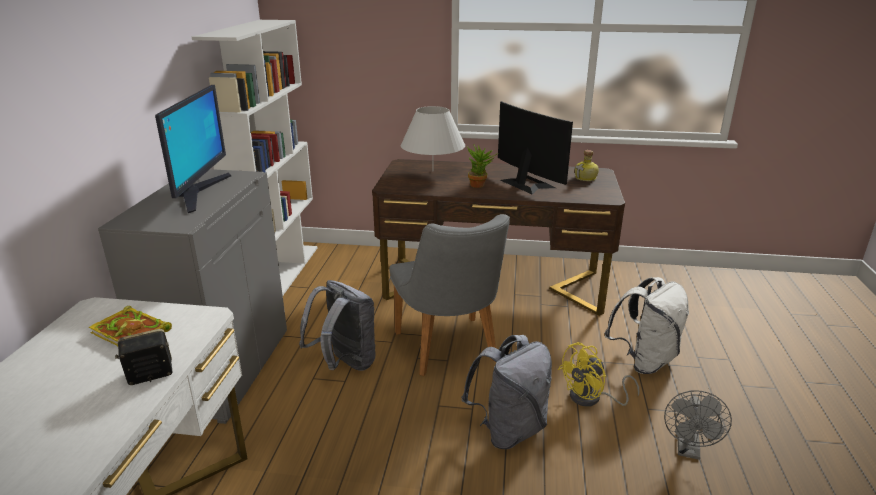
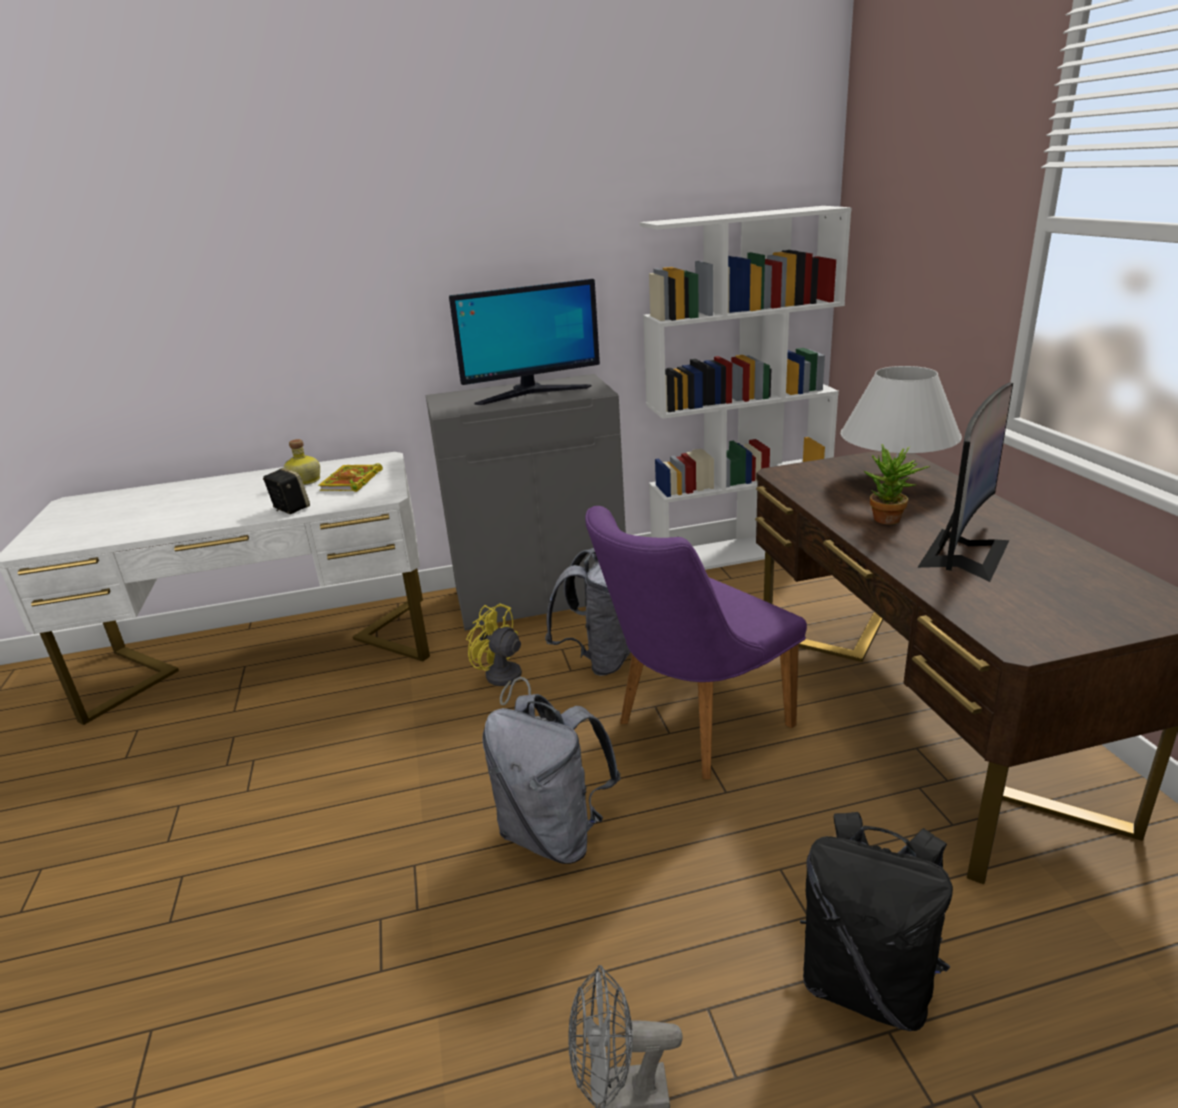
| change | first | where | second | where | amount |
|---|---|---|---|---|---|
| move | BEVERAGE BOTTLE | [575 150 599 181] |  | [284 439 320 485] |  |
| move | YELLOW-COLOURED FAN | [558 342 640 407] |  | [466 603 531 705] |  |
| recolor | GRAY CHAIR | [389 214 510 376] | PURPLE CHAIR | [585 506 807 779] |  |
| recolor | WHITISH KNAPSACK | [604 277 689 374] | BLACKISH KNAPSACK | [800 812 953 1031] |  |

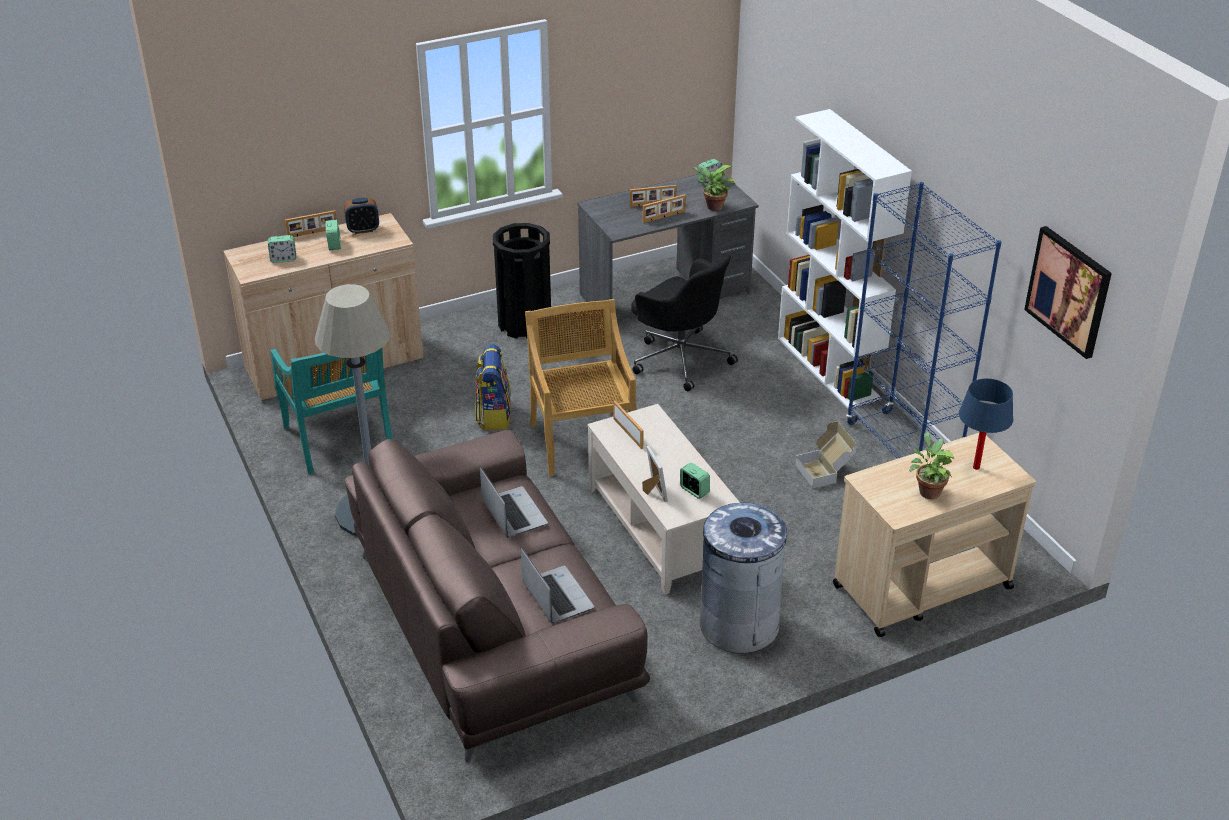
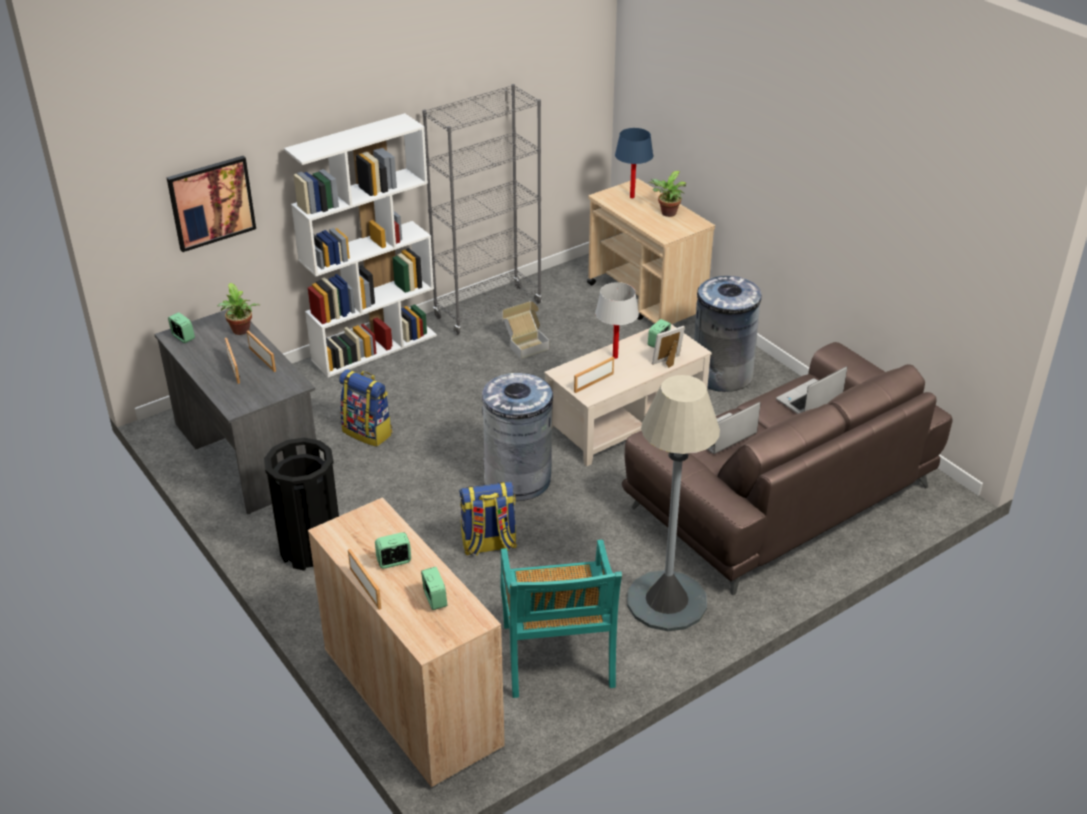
| change | first | where | second | where | amount |
|---|---|---|---|---|---|
| move | WALL PICTURE | [1024 226 1112 359] |  | [167 156 256 252] |  |
| replace | BLACKISH OFFICE CHAIR | [631 255 738 391] | KNAPSACK | [339 369 392 447] |  |
| recolor | BLUE-COLOURED BOOKCASE | [846 182 1001 459] | GRAY BOOKCASE | [422 84 542 335] |  |
| replace | BEIGE-COLOURED CHAIR | [525 299 637 476] | GRAY WASTE BIN | [482 373 553 501] |  |
| rotate | TURQUOISE-COLOURED CHAIR | [270 347 393 474] |  | [500 540 622 698] | 120 degrees clockwise |
| insert |  |  | WHITISH TABLE LAMP | [595 282 639 359] |  |
| delete | TABLE CLOCK | [344 198 379 234] |  |  |  |

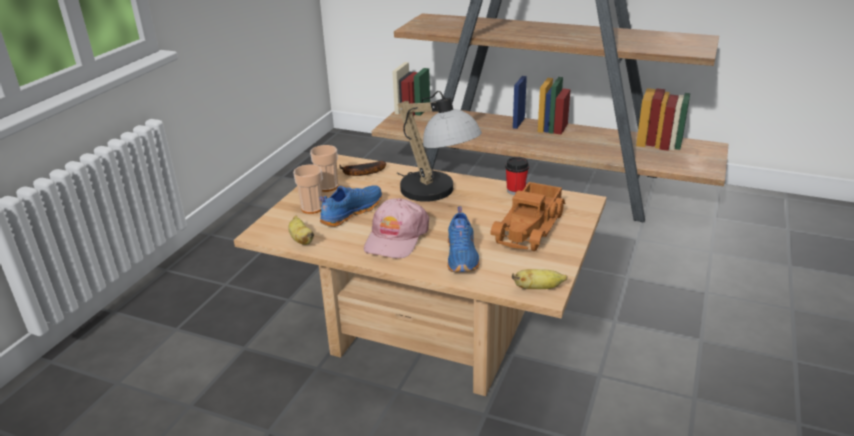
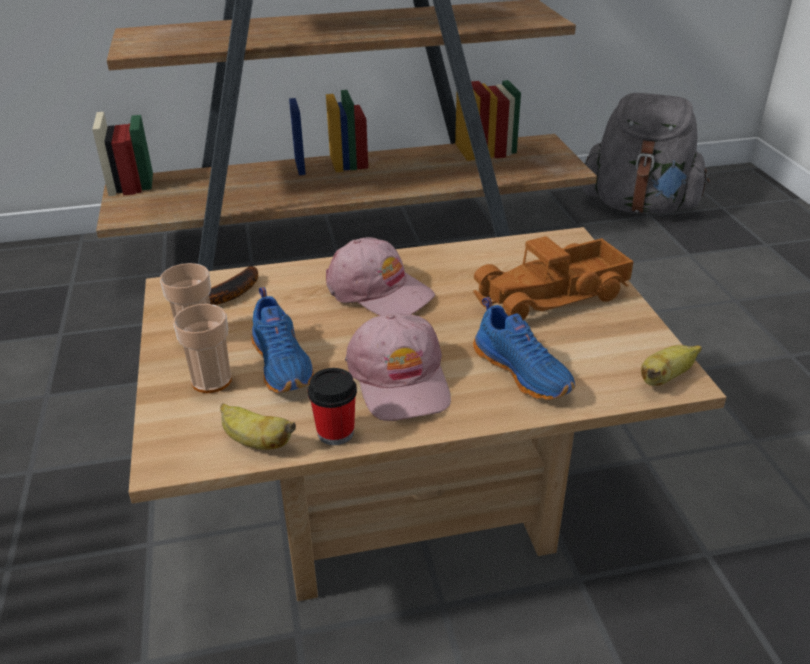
| change | first | where | second | where | amount |
|---|---|---|---|---|---|
| rotate | BLUE-COLOURED LOW SHOE | [319 185 382 227] |  | [251 287 314 393] | 150 degrees clockwise |
| move | DRINKING CUP | [505 157 529 195] |  | [308 368 357 445] |  |
| replace | TABLE LAMP | [397 91 482 202] | PINK-COLOURED PEAKED CAP | [326 237 435 316] |  |
| rotate | TOY LORRY | [490 182 565 251] |  | [473 236 634 320] | 75 degrees clockwise |
| insert |  |  | GRAY KNAPSACK | [583 93 710 214] |  |

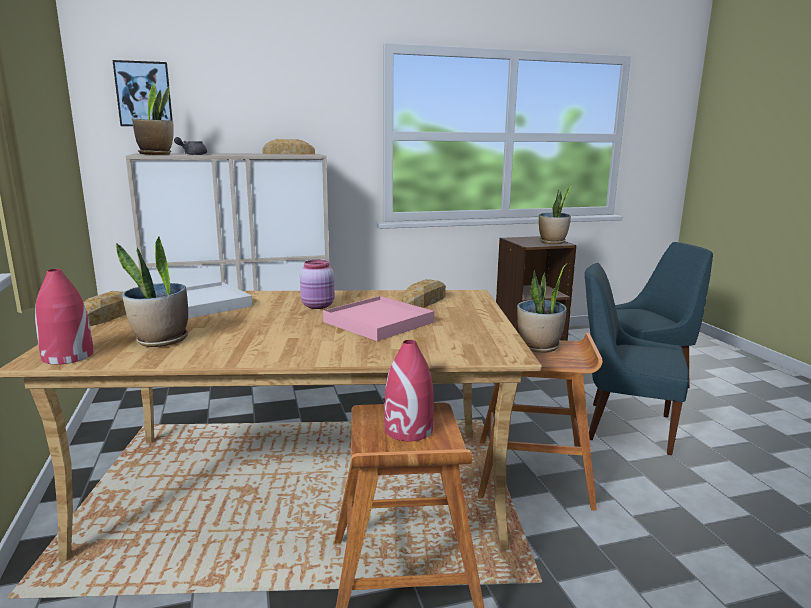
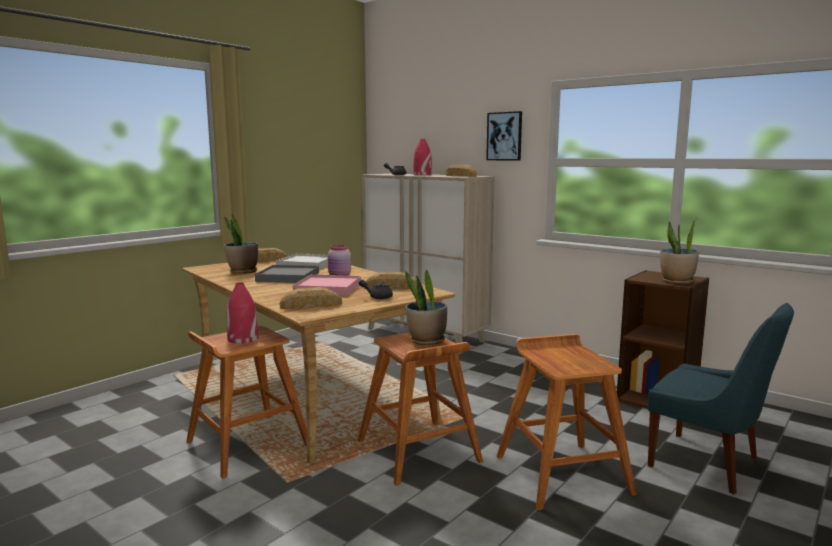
| change | first | where | second | where | amount |
|---|---|---|---|---|---|
| insert |  |  | GRAY TRAY | [255 265 319 283] |  |
| insert |  |  | BAKED BREAD | [280 287 342 309] |  |
| insert |  |  | GRAY TEAPOT | [359 279 393 299] |  |
| move | RED FLOWER VASE | [35 269 94 365] |  | [413 139 432 175] |  |
| move | WALL PICTURE | [113 60 173 126] |  | [486 111 522 161] |  |
| replace | BLUE-COLOURED CHAIR | [585 263 689 455] | BROWN STOOL SEAT | [496 334 637 510] |  |
| delete | PLANT IN A POT | [133 83 173 155] |  |  |  |

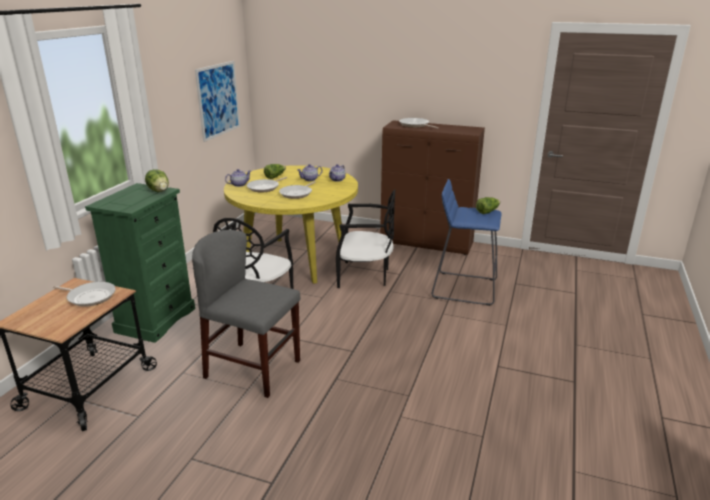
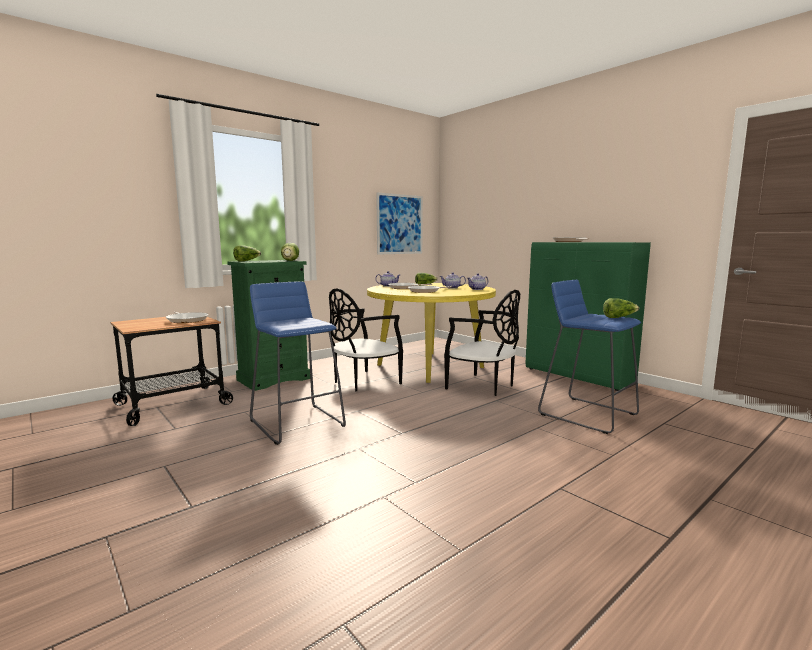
| change | first | where | second | where | amount |
|---|---|---|---|---|---|
| insert |  |  | HEAD OF LETTUCE | [233 245 261 261] |  |
| replace | GRAY CHAIR | [192 230 300 398] | BLUE-COLOURED STOOL SEAT | [250 281 346 445] |  |
| recolor | BROWN CABINET | [380 120 485 255] | GREEN CABINET | [526 242 651 391] |  |

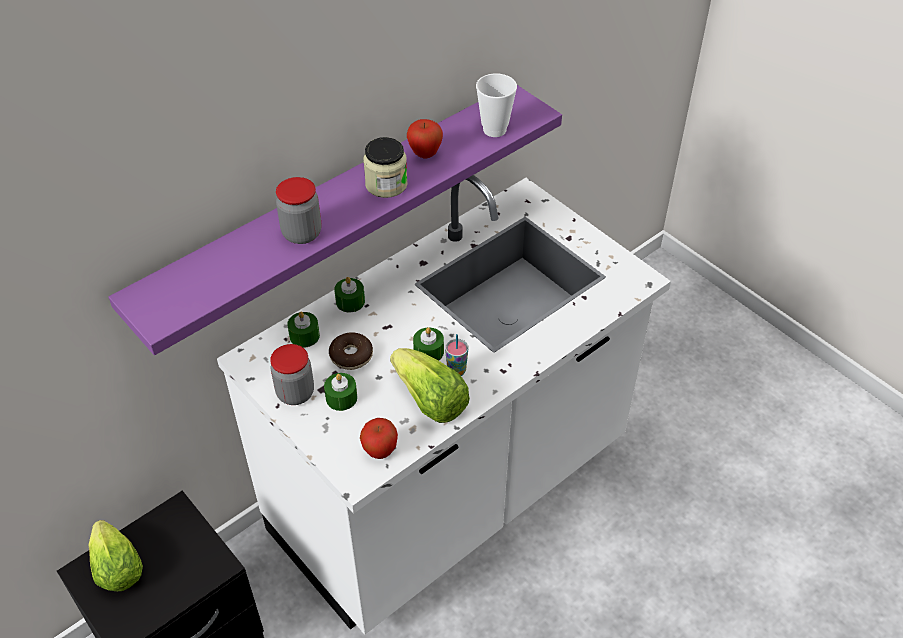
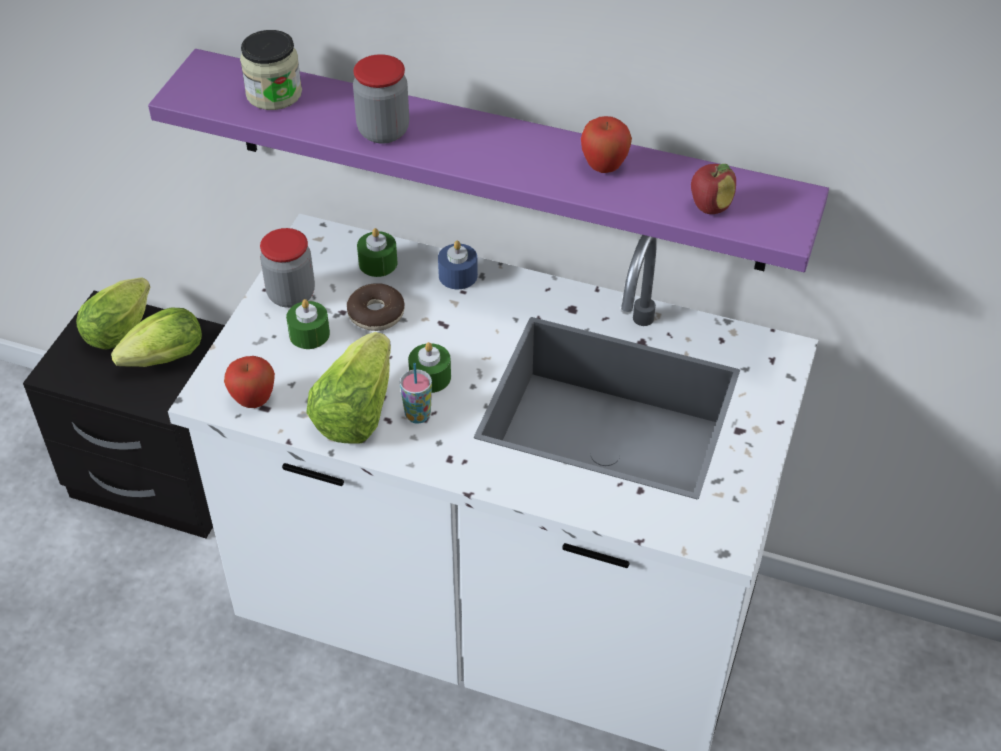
| change | first | where | second | where | amount |
|---|---|---|---|---|---|
| insert |  |  | HEAD OF LETTUCE | [111 307 202 367] |  |
| move | PRESERVE JAR | [363 137 408 198] |  | [240 30 302 110] |  |
| recolor | GREEN WAX LIGHT | [334 277 365 313] | BLUE-COLOURED WAX LIGHT | [438 241 478 289] |  |
| replace | DRINKING CUP | [476 73 517 137] | APPLE FRUIT | [691 164 736 214] |  |

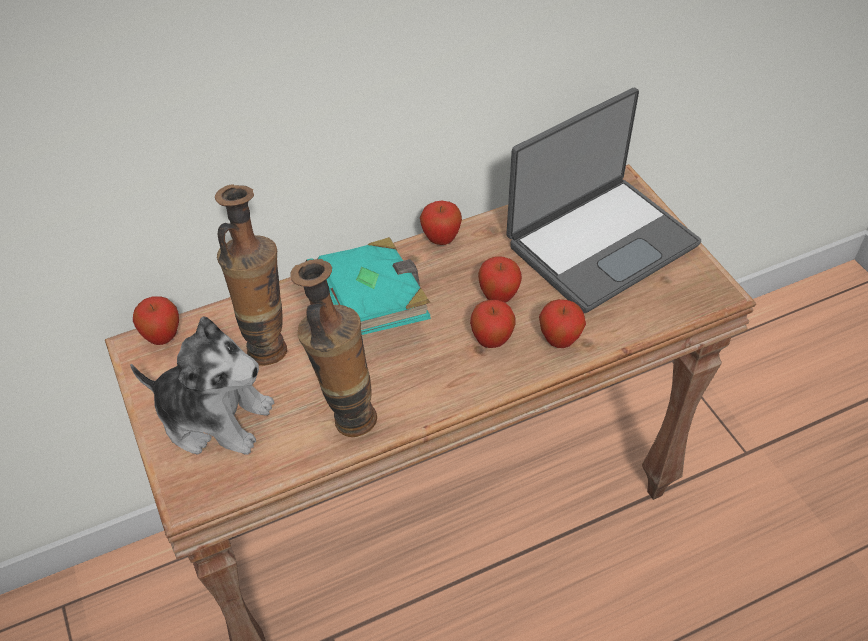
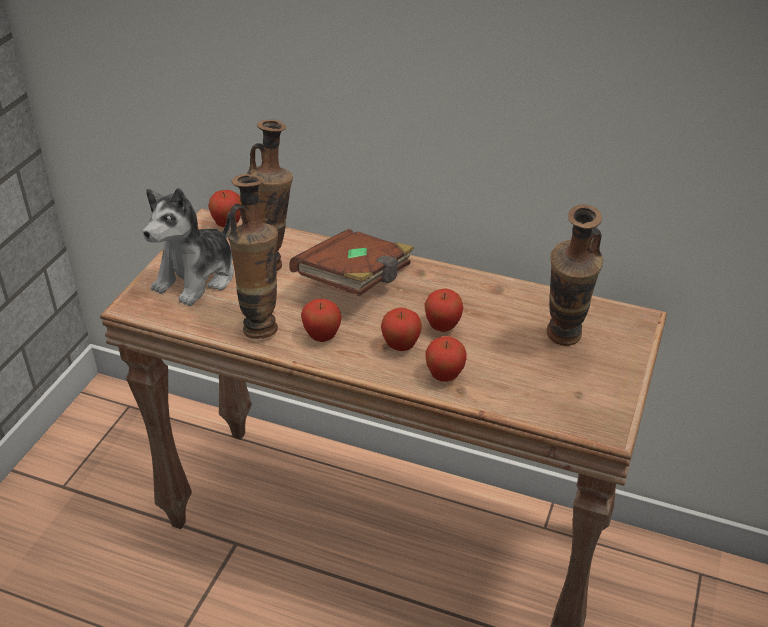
| change | first | where | second | where | amount |
|---|---|---|---|---|---|
| rotate | SOFT TOY | [130 317 274 455] |  | [143 188 234 306] | 60 degrees clockwise |
| recolor | TURQUOISE-COLOURED VOLUME | [305 237 431 335] | BROWN VOLUME | [289 229 414 296] |  |
| move | APPLE FRUIT | [420 201 462 245] |  | [301 299 342 342] |  |
| replace | LAPTOP | [506 88 701 313] | FLOWER VASE | [547 205 603 346] |  |

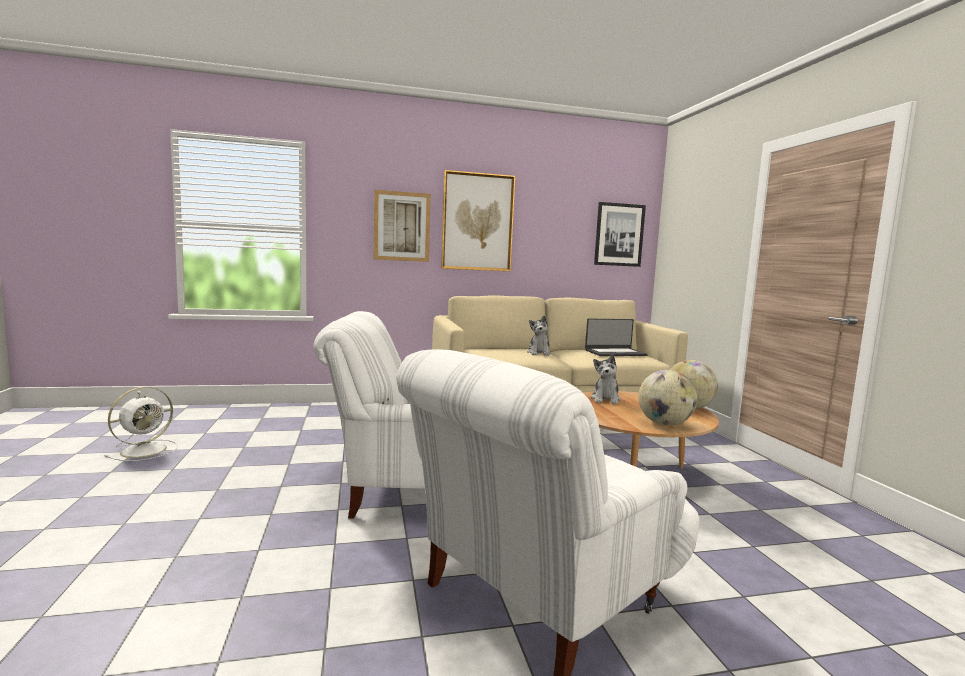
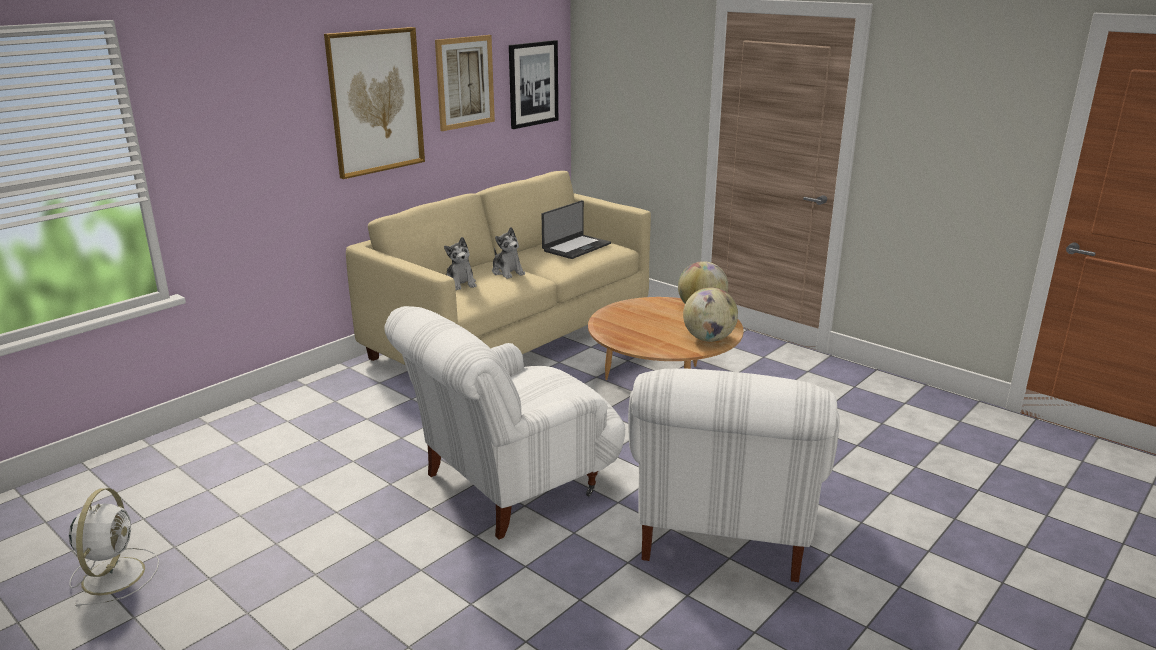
| change | first | where | second | where | amount |
|---|---|---|---|---|---|
| move | WALL PICTURE | [373 190 431 262] |  | [435 35 495 131] |  |
| move | SOFT TOY | [591 354 621 404] |  | [444 237 477 290] |  |

